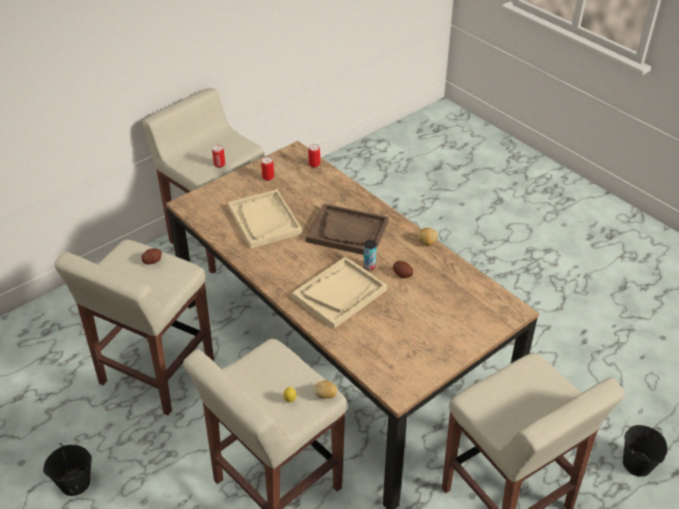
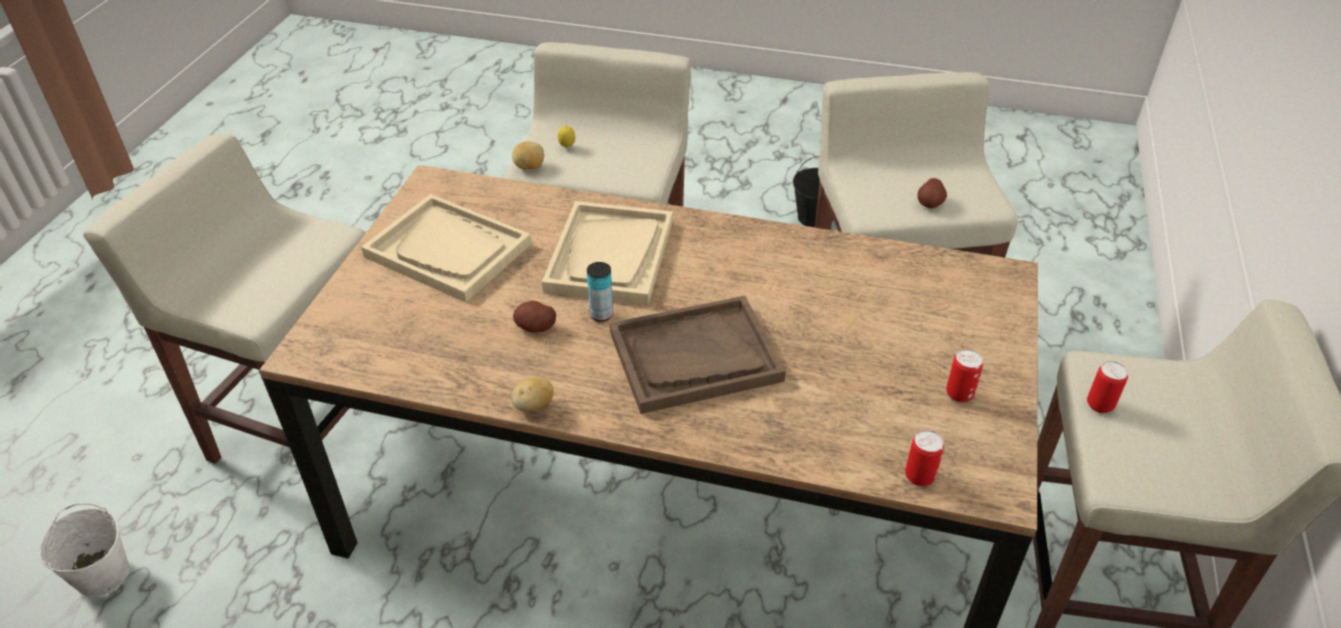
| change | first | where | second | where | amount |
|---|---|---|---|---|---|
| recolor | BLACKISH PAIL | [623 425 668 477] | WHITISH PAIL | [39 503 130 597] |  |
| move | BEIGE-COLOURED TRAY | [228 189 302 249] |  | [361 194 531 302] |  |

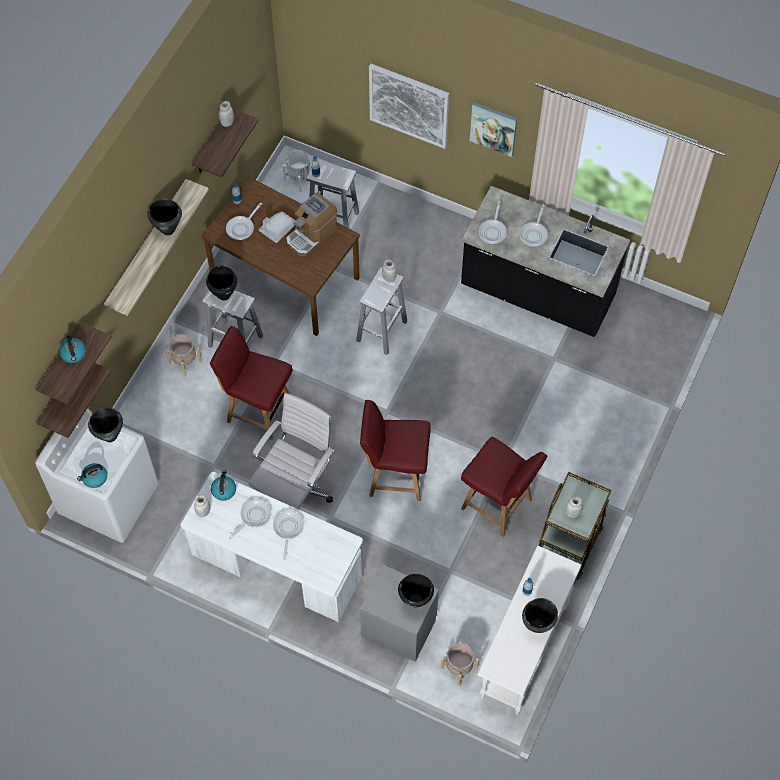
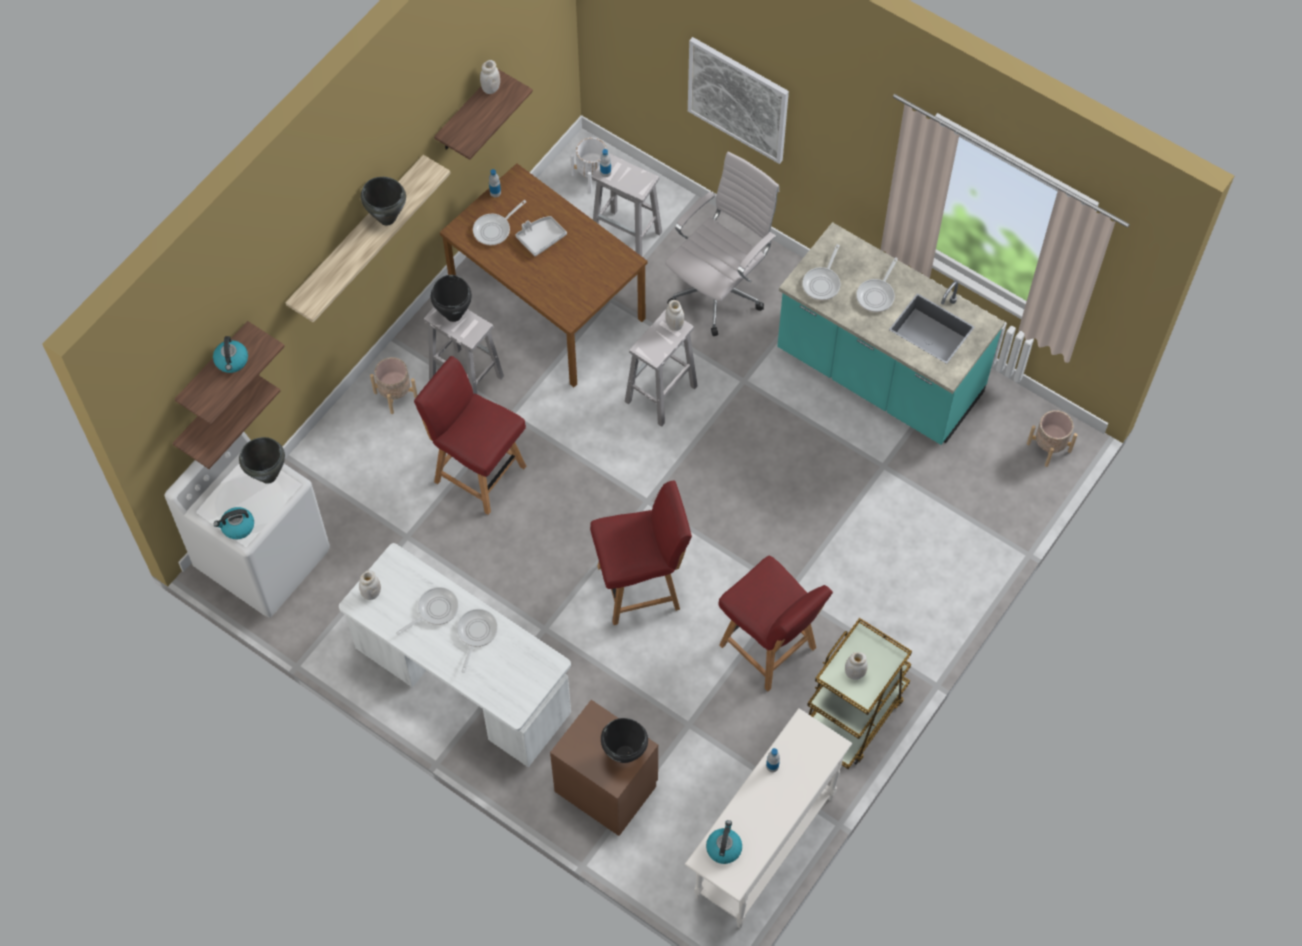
| change | first | where | second | where | amount |
|---|---|---|---|---|---|
| recolor | GRAY NIGHTSTAND | [360 564 439 662] | BROWN NIGHTSTAND | [550 700 658 836] |  |
| rotate | RED CHAIR | [360 400 431 501] |  | [590 481 692 625] | 150 degrees clockwise |
| move | WHITISH OFFICE CHAIR | [249 393 335 509] |  | [665 151 779 336] |  |
| move | TEA KETTLE | [211 470 236 501] |  | [706 820 742 864] |  |
| recolor | BLACKISH KITCHEN BASE UNIT | [461 186 630 337] | TURQUOISE-COLOURED KITCHEN BASE UNIT | [777 222 1005 445] |  |
| move | BEIGE-COLOURED PLANTER | [441 641 479 686] |  | [1027 410 1078 467] |  |
| delete | COFFEE MAKER | [286 192 337 256] |  |  |  |
| delete | WALL PICTURE | [470 102 517 157] |  |  |  |
| delete | BLACKISH SAUCEPOT | [522 598 558 633] |  |  |  |

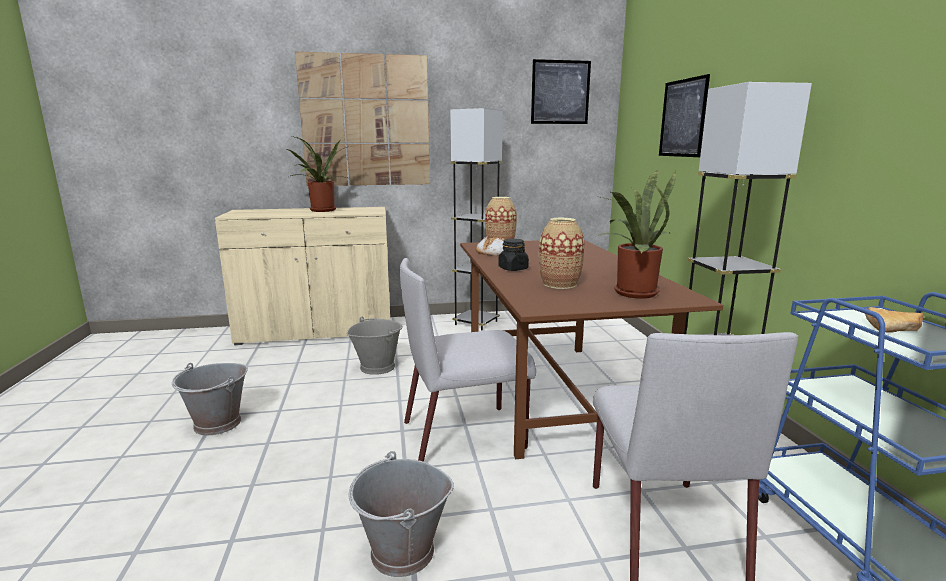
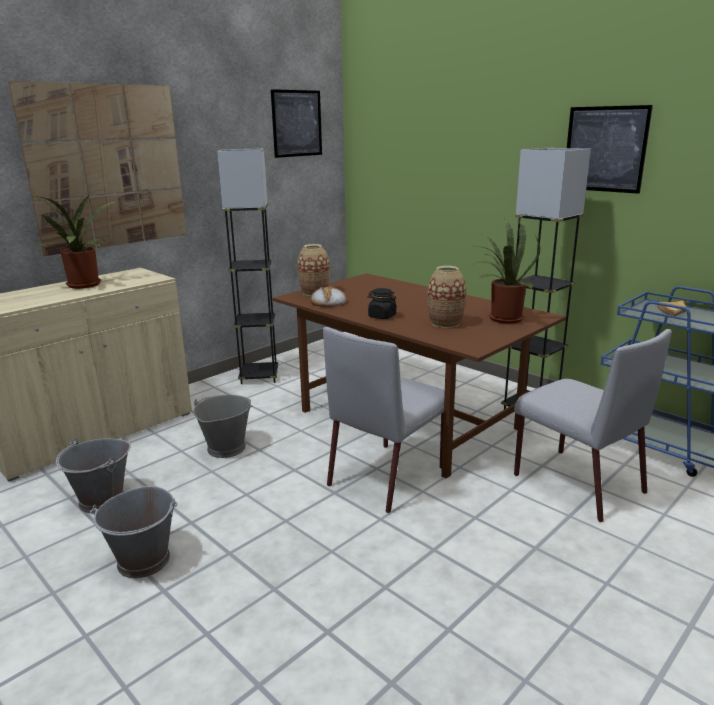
| change | first | where | second | where | amount |
|---|---|---|---|---|---|
| move | GRAY PAIL | [349 451 454 577] |  | [56 438 131 513] |  |
| move | WALL PICTURE | [659 74 710 157] |  | [567 105 653 194] |  |

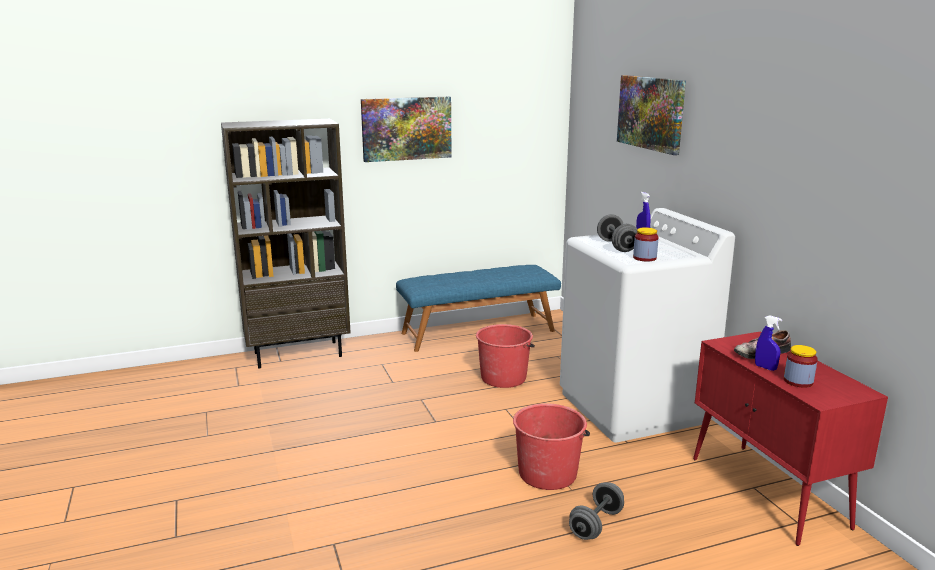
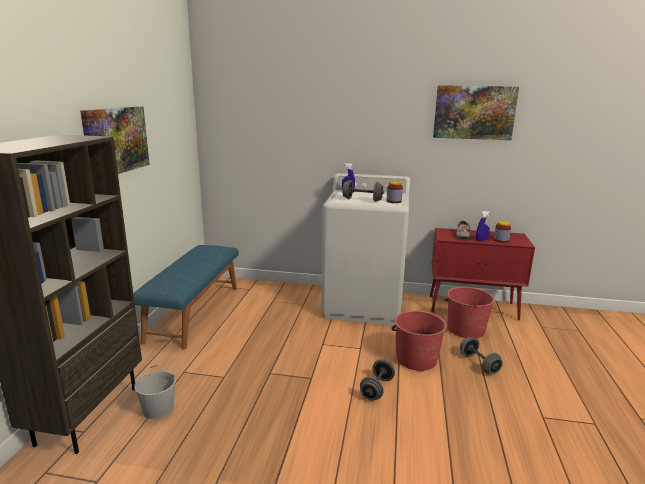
| change | first | where | second | where | amount |
|---|---|---|---|---|---|
| insert |  |  | WHITISH PAIL | [134 365 176 419] |  |
| insert |  |  | GRAY DUMBBELL | [360 359 395 401] |  |
| move | WALL PICTURE | [617 75 686 155] |  | [433 85 519 140] |  |
| move | RED PAIL | [476 324 535 388] |  | [444 286 495 338] |  |

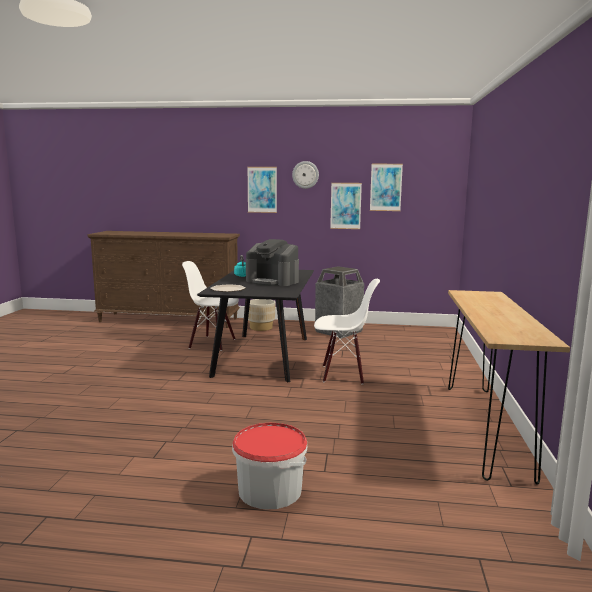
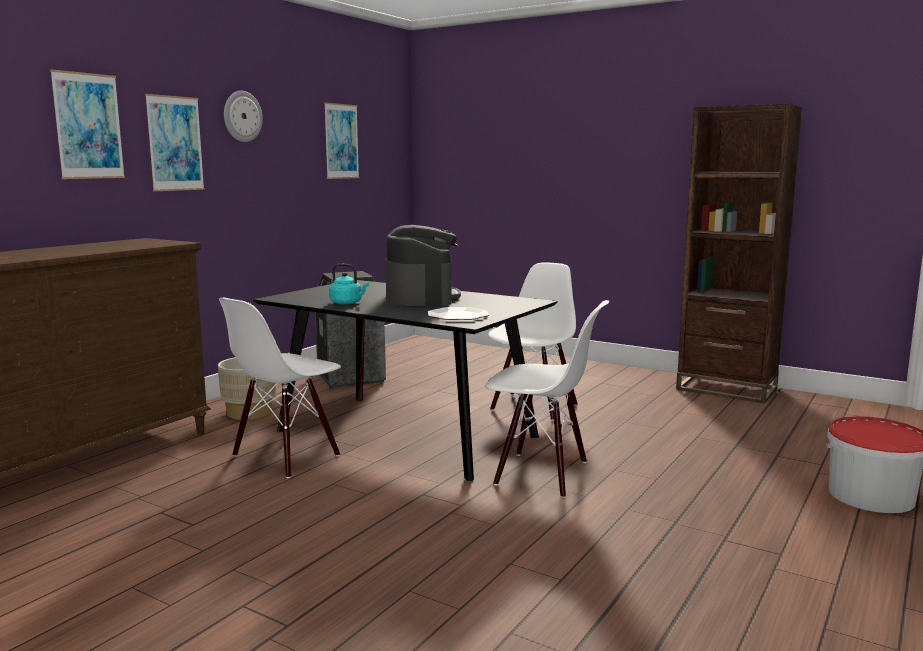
| change | first | where | second | where | amount |
|---|---|---|---|---|---|
| move | WALL PICTURE | [330 183 362 229] |  | [50 69 125 179] |  |
| rotate | COFFEE MAKER | [246 239 299 286] |  | [386 225 461 306] | 60 degrees counterclockwise |
| insert |  |  | WHITISH CHAIR | [485 300 609 498] |  |
| replace | BROWN NARROW TABLE | [448 290 570 485] | BROWN BOOKCASE | [676 104 802 403] |  |

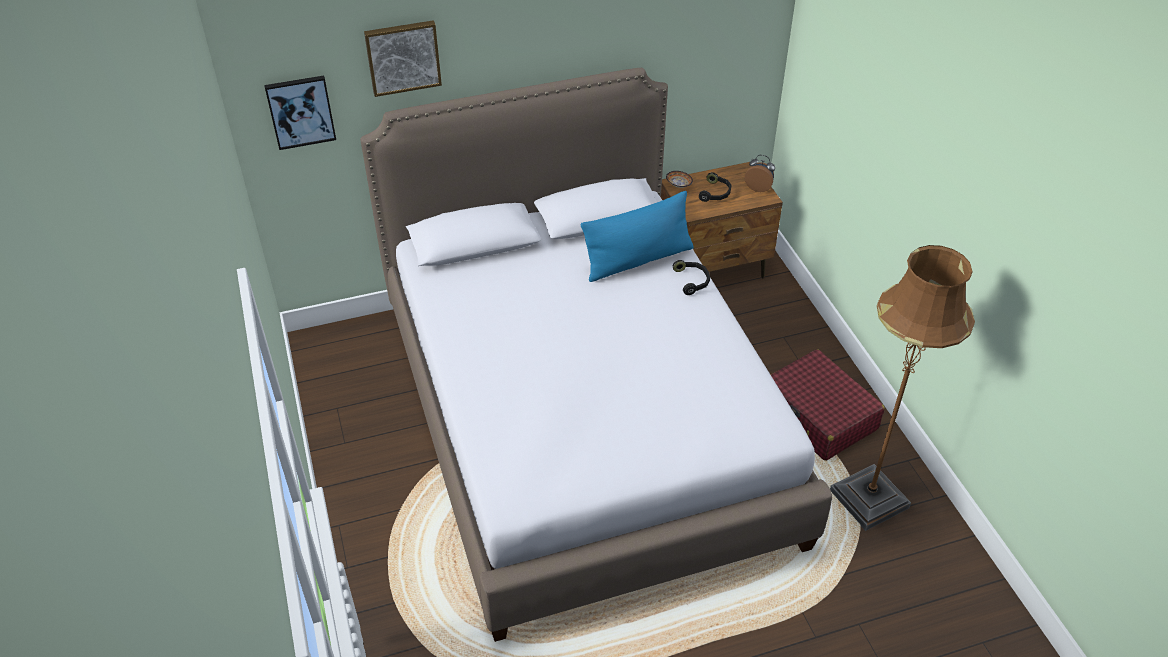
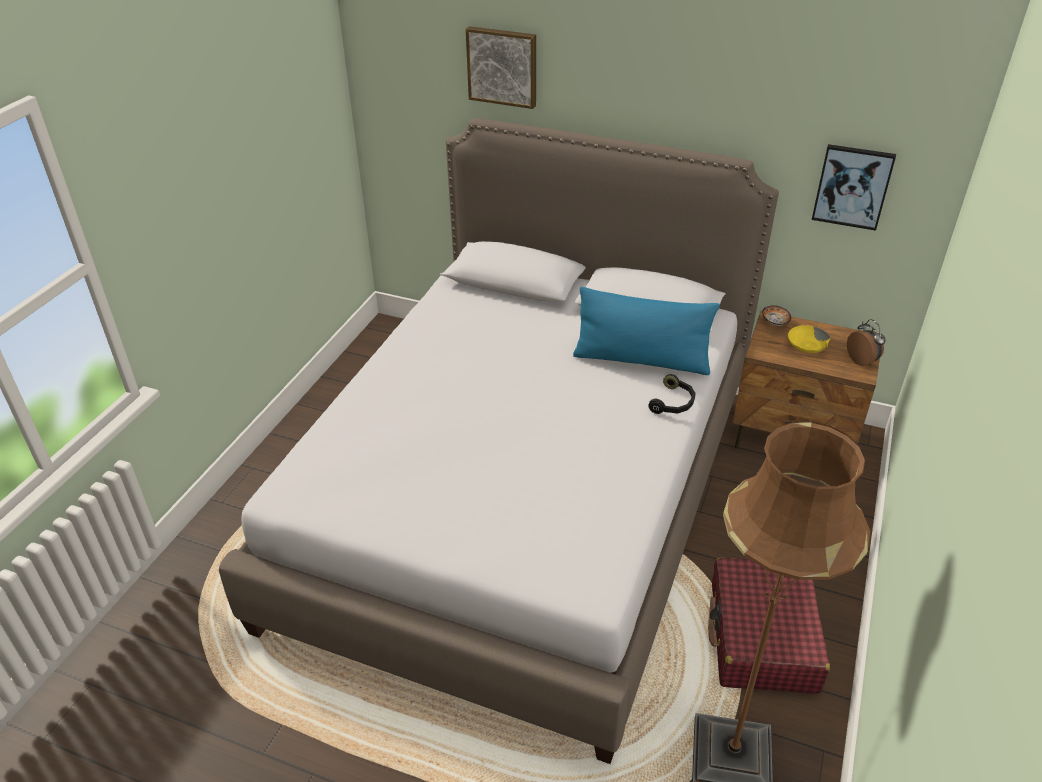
| change | first | where | second | where | amount |
|---|---|---|---|---|---|
| replace | BLACKISH PAIR OF HEADPHONES | [699 172 731 202] | YELLOW-COLOURED SERVING BOWL | [788 325 831 353] |  |
| move | WALL PICTURE | [264 75 336 150] |  | [812 144 896 231] |  |

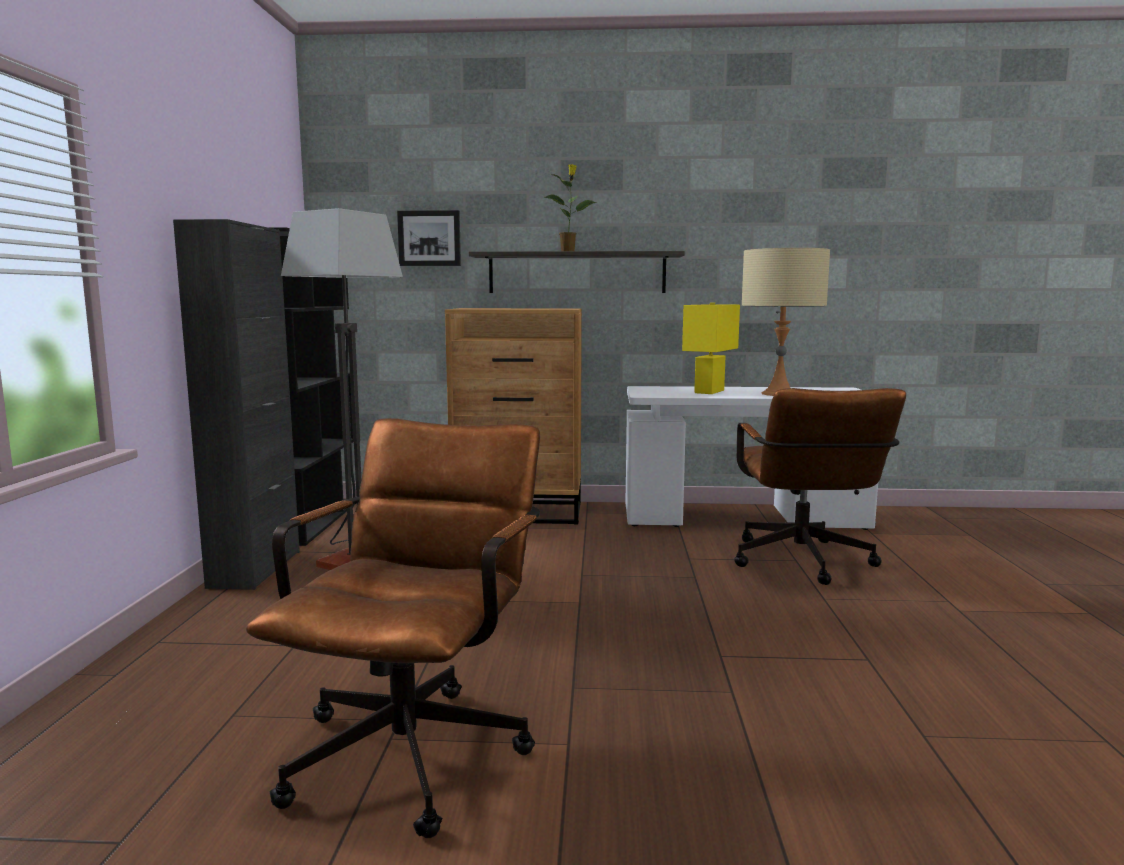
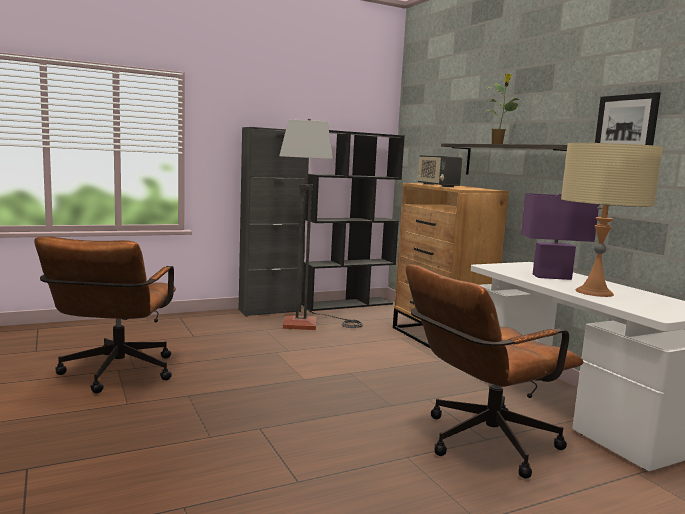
| change | first | where | second | where | amount |
|---|---|---|---|---|---|
| rotate | BROWN OFFICE CHAIR | [246 418 540 838] |  | [34 236 176 393] | 105 degrees clockwise |
| insert |  |  | RADIO RECEIVER | [417 155 463 187] |  |
| recolor | YELLOW-COLOURED TABLE LAMP | [682 302 740 394] | PURPLE TABLE LAMP | [521 193 599 280] |  |
| move | WALL PICTURE | [397 210 461 266] |  | [595 92 661 145] |  |

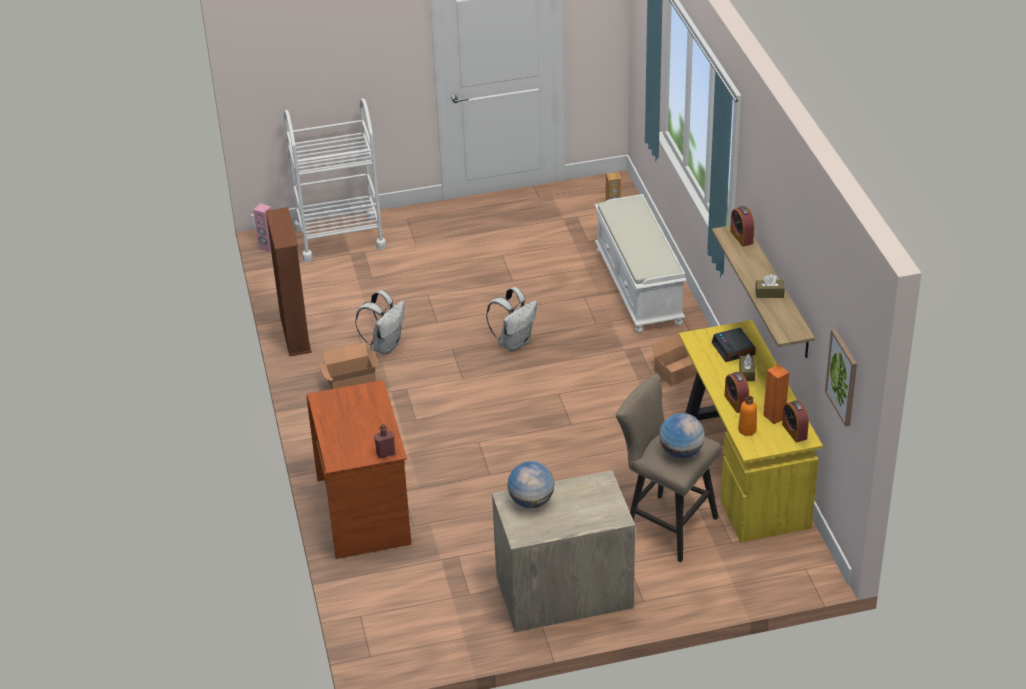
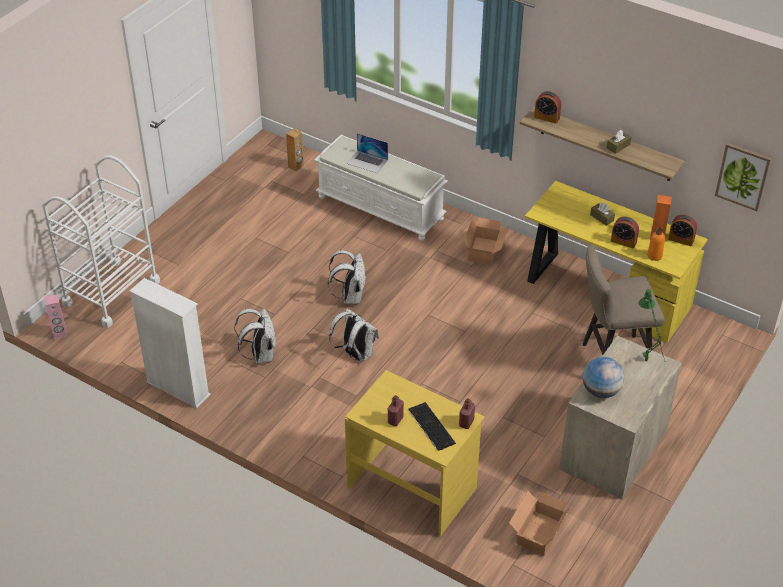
| change | first | where | second | where | amount |
|---|---|---|---|---|---|
| recolor | BROWN BOOKCASE | [266 207 312 356] | WHITISH BOOKCASE | [129 278 211 408] |  |
| insert |  |  | WHITISH KNAPSACK | [329 308 379 362] |  |
| recolor | BROWN DESK | [306 380 411 559] | YELLOW-COLOURED DESK | [345 370 485 536] |  |
| insert |  |  | LAPTOP | [346 133 388 173] |  |
| insert |  |  | RED BEVERAGE BOTTLE | [388 395 404 426] |  |
| insert |  |  | COMPUTER KEYBOARD | [409 402 456 451] |  |
| move | CARTON | [318 343 380 389] |  | [509 491 570 556] |  |
| insert |  |  | GREEN TABLE LAMP | [638 289 665 362] |  |
| delete | GLOBE | [659 413 705 459] |  |  |  |
| delete | TABLE CLOCK | [711 328 756 362] |  |  |  |

